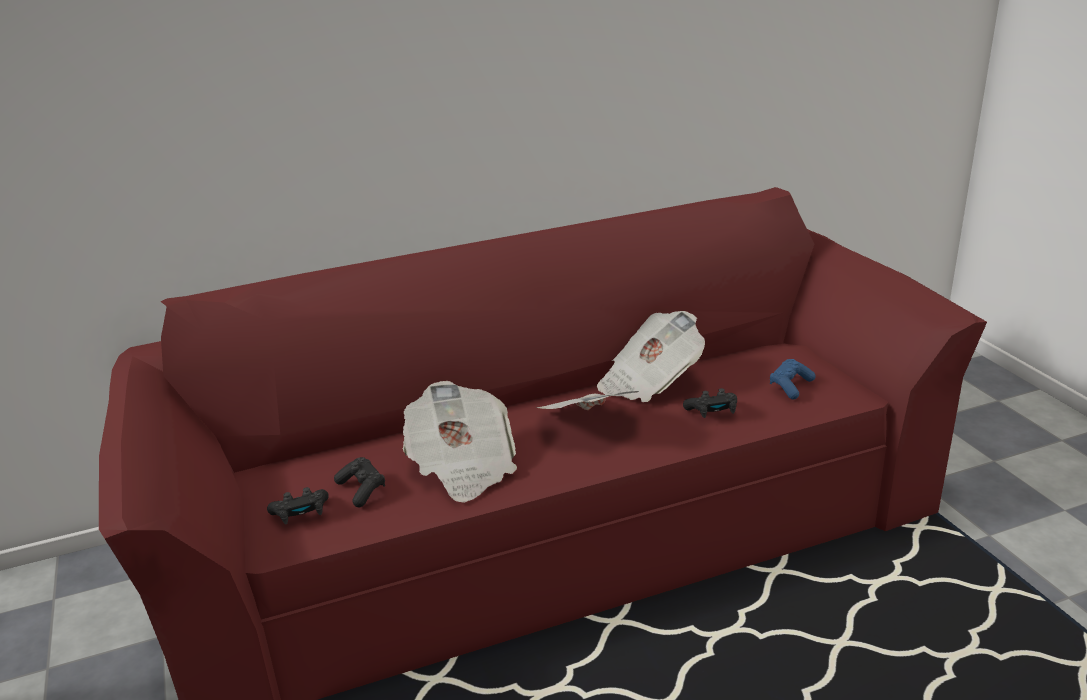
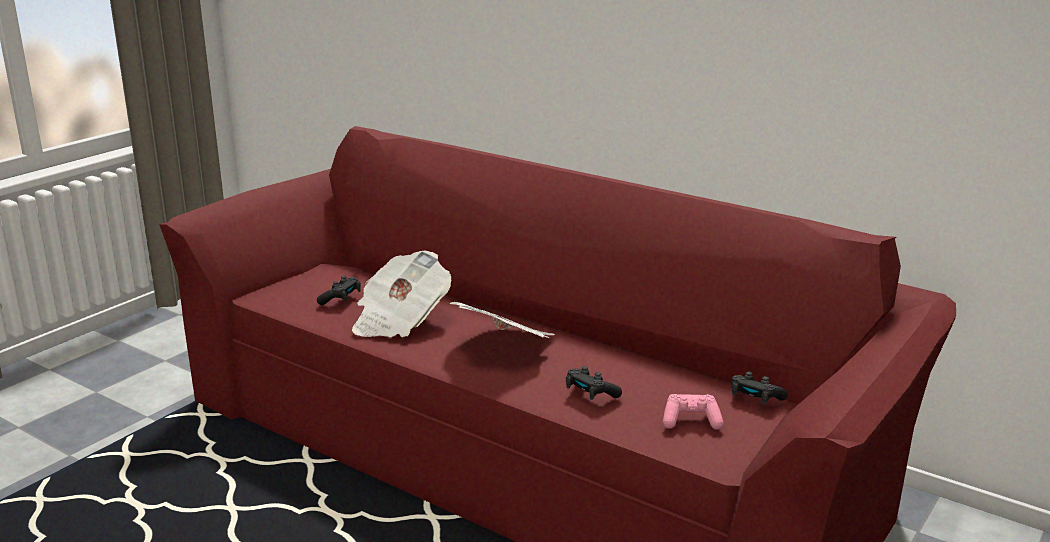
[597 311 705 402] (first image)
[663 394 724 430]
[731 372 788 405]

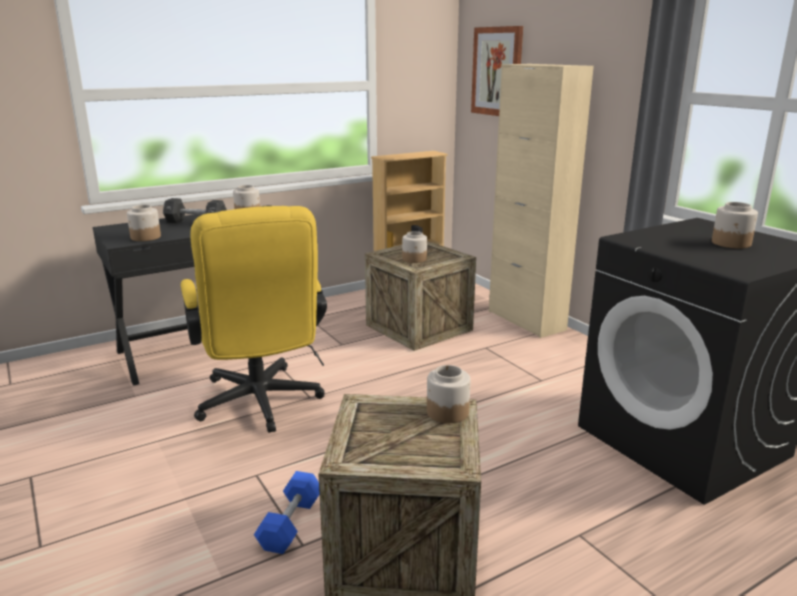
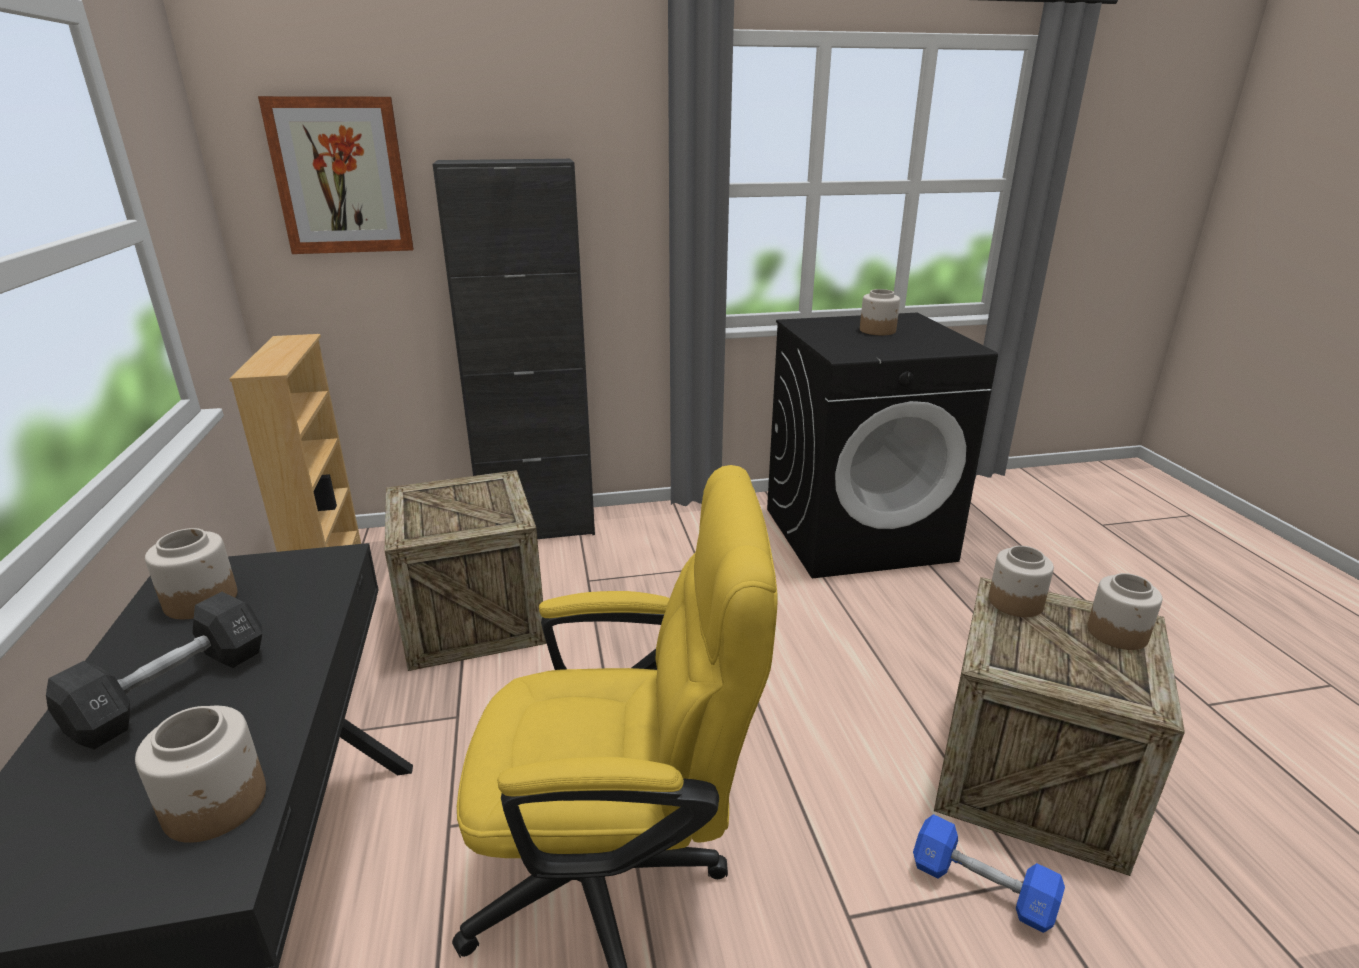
[433 158 595 539]
[1088 573 1162 650]

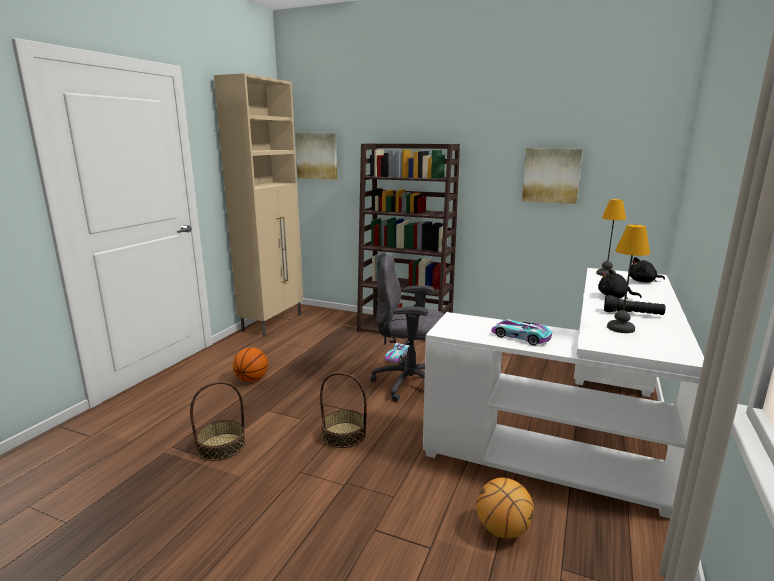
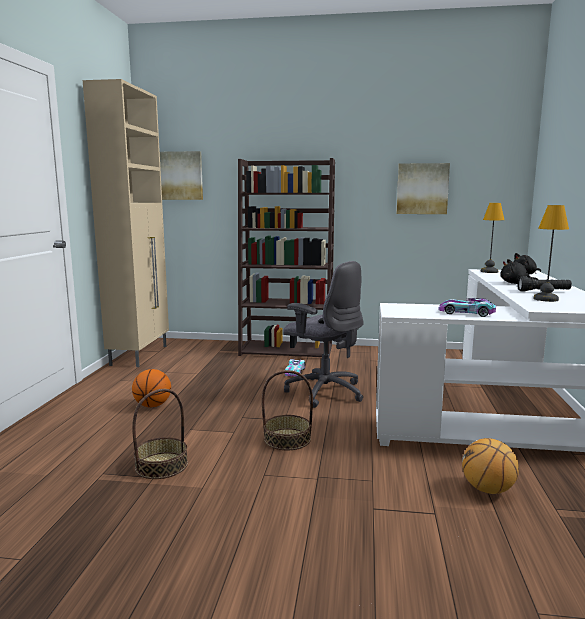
[283 261 364 408]

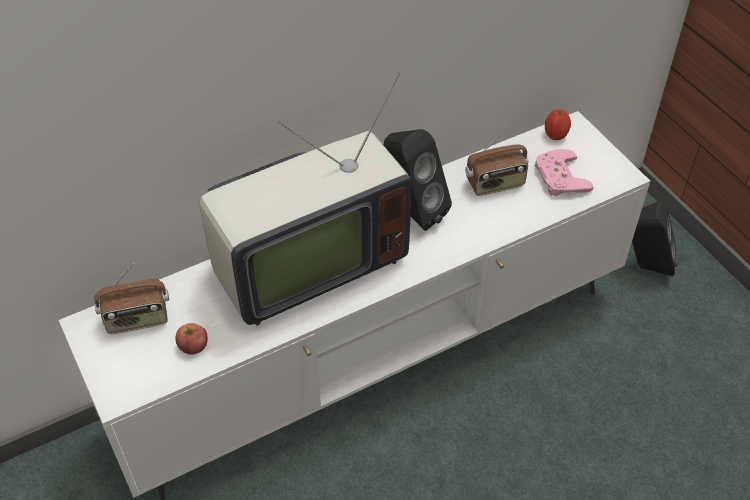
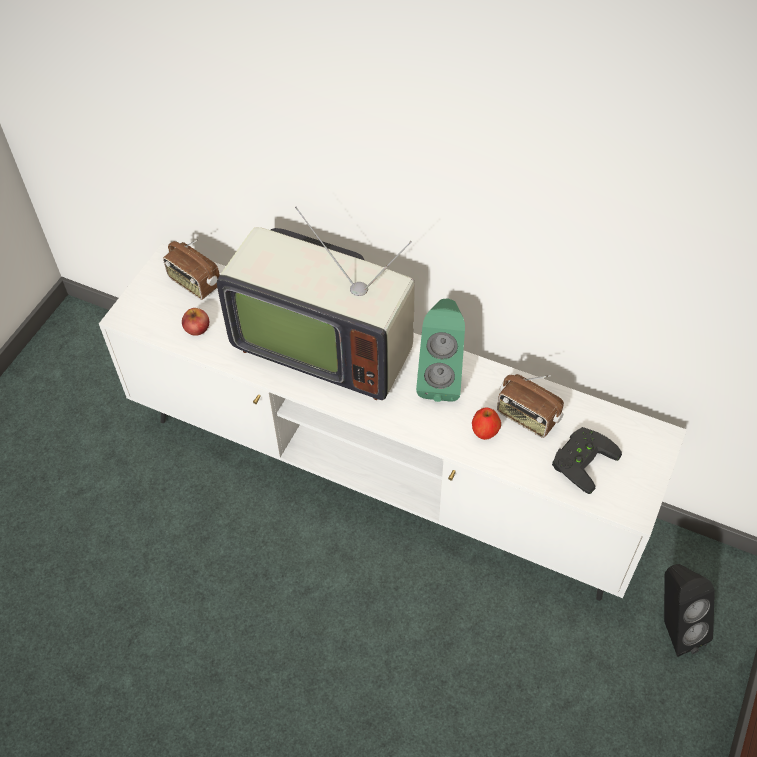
[472 407 501 440]
[416 298 465 402]
[552 427 622 494]

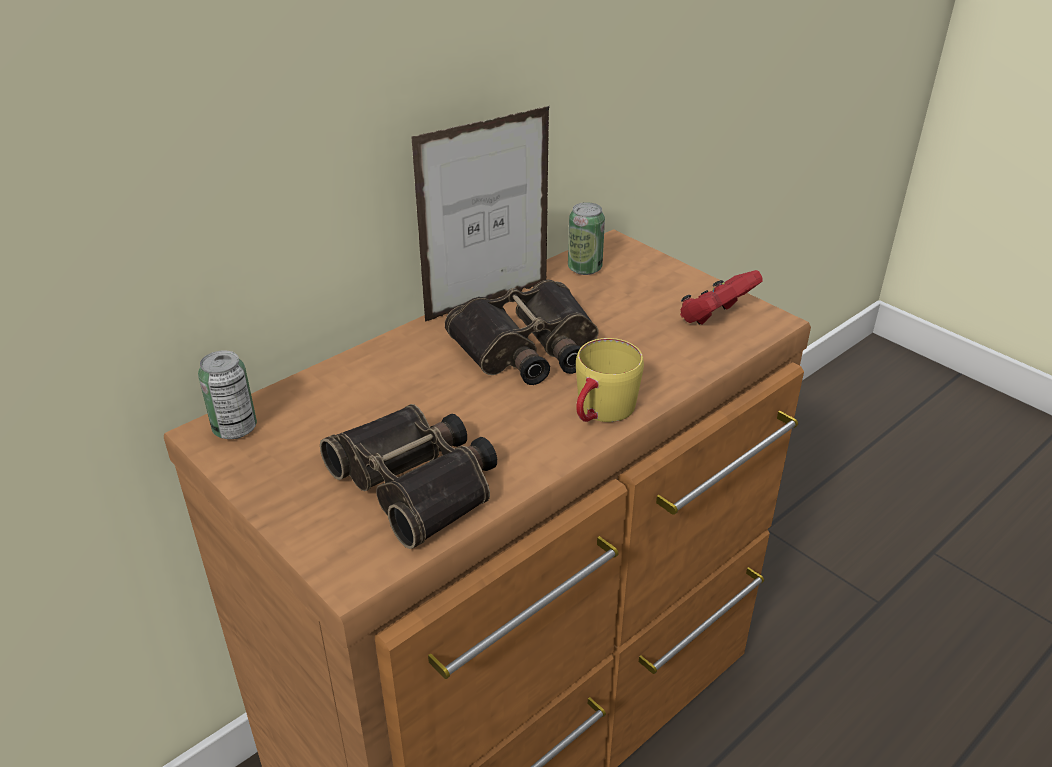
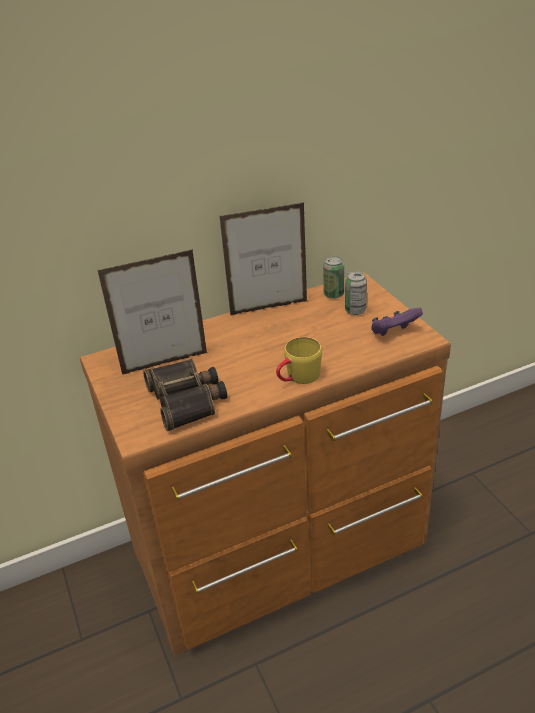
[371 308 423 336]
[445 280 599 385] (first image)
[345 271 367 315]
[97 249 208 375]

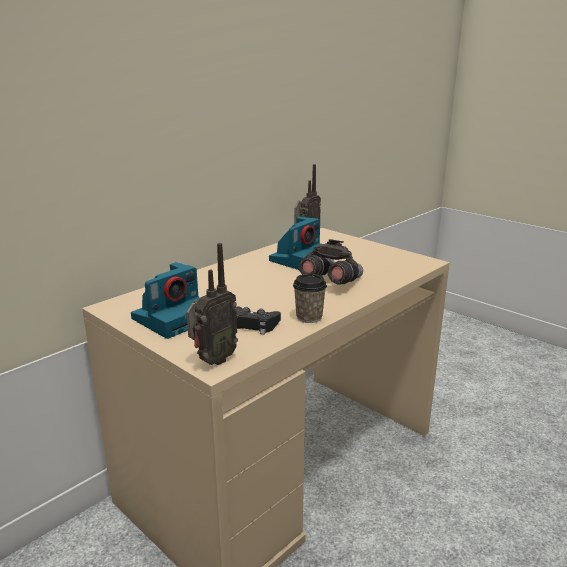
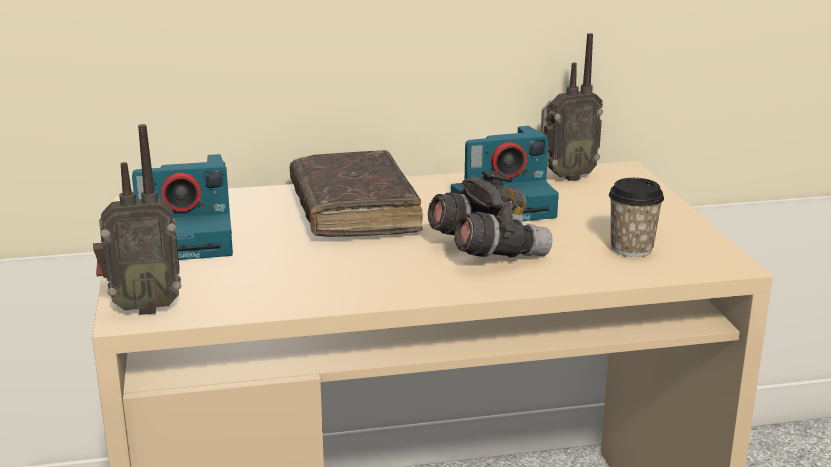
[609 178 664 257]
[235 306 281 335] (first image)
[290 150 423 237]

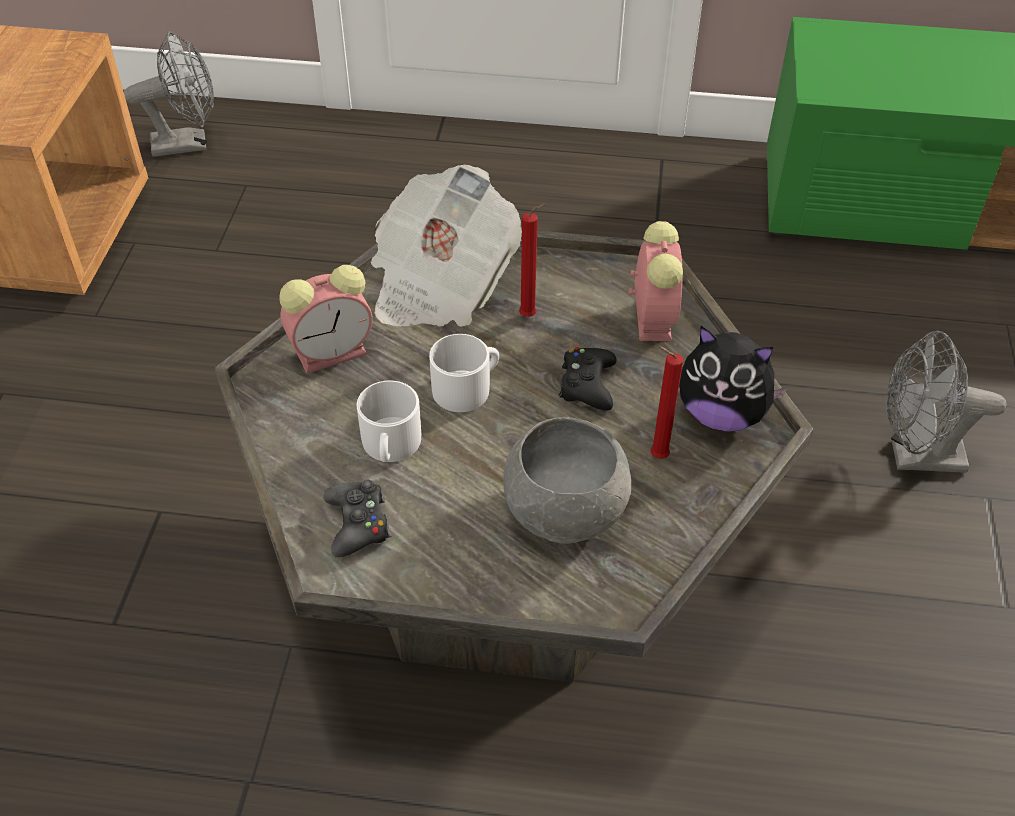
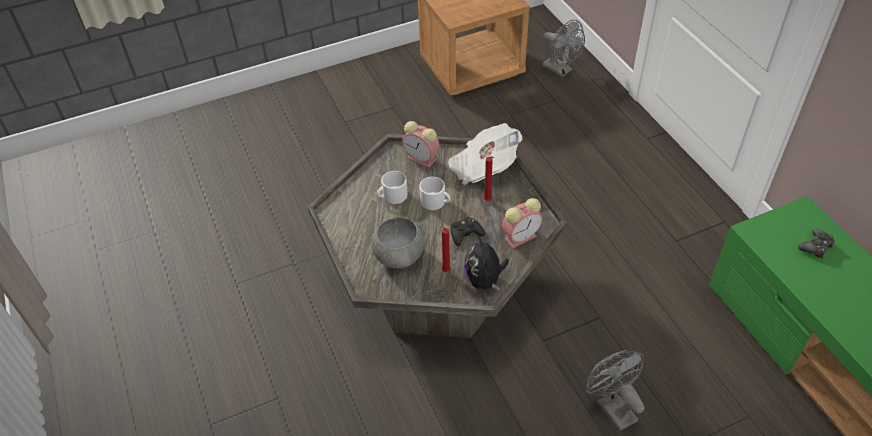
[798 229 835 258]

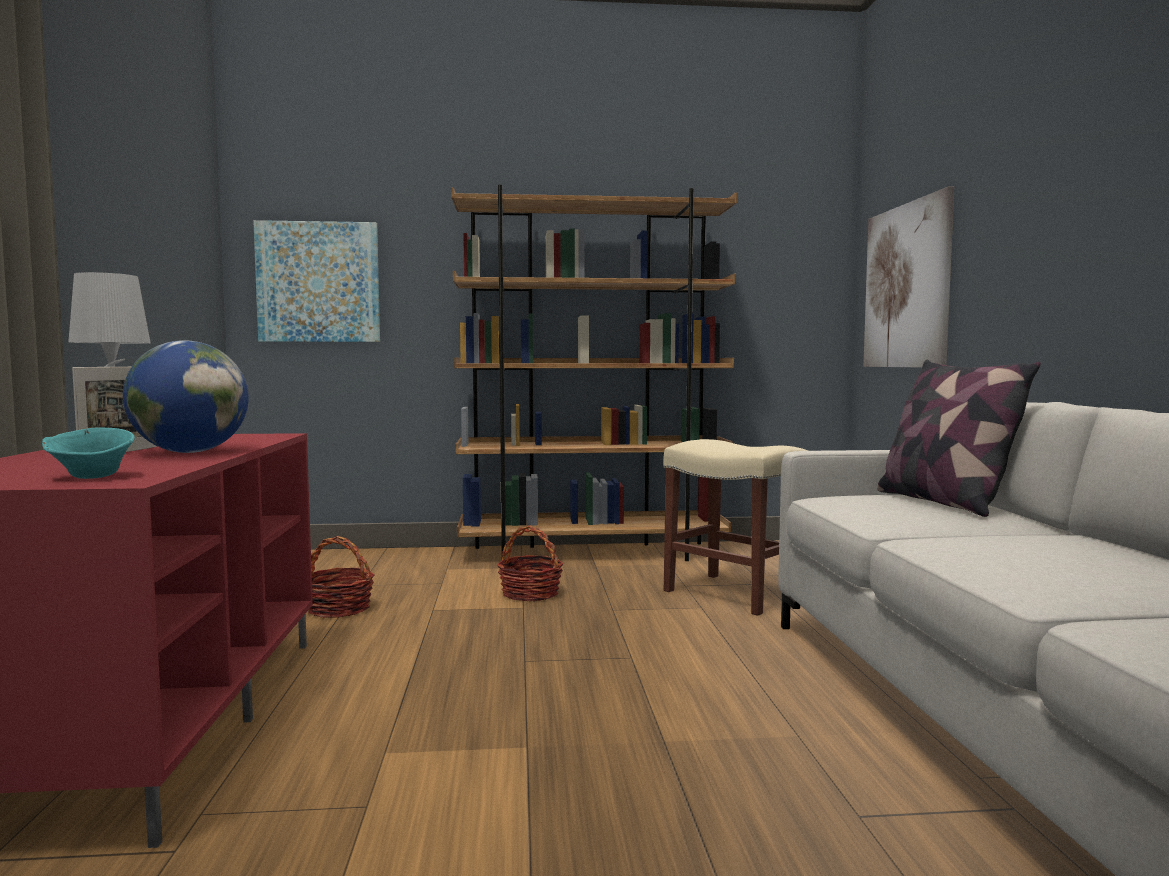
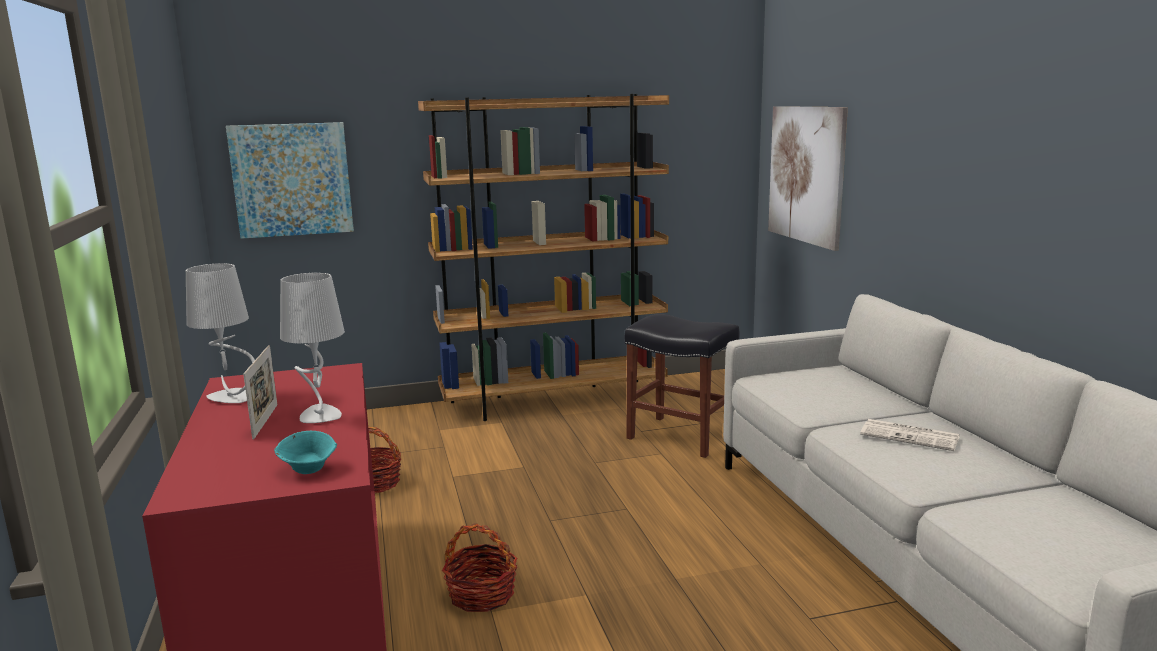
[280 273 345 423]
[877 360 1041 517] (first image)
[625 314 740 458]
[442 523 517 612]
[860 419 960 451]

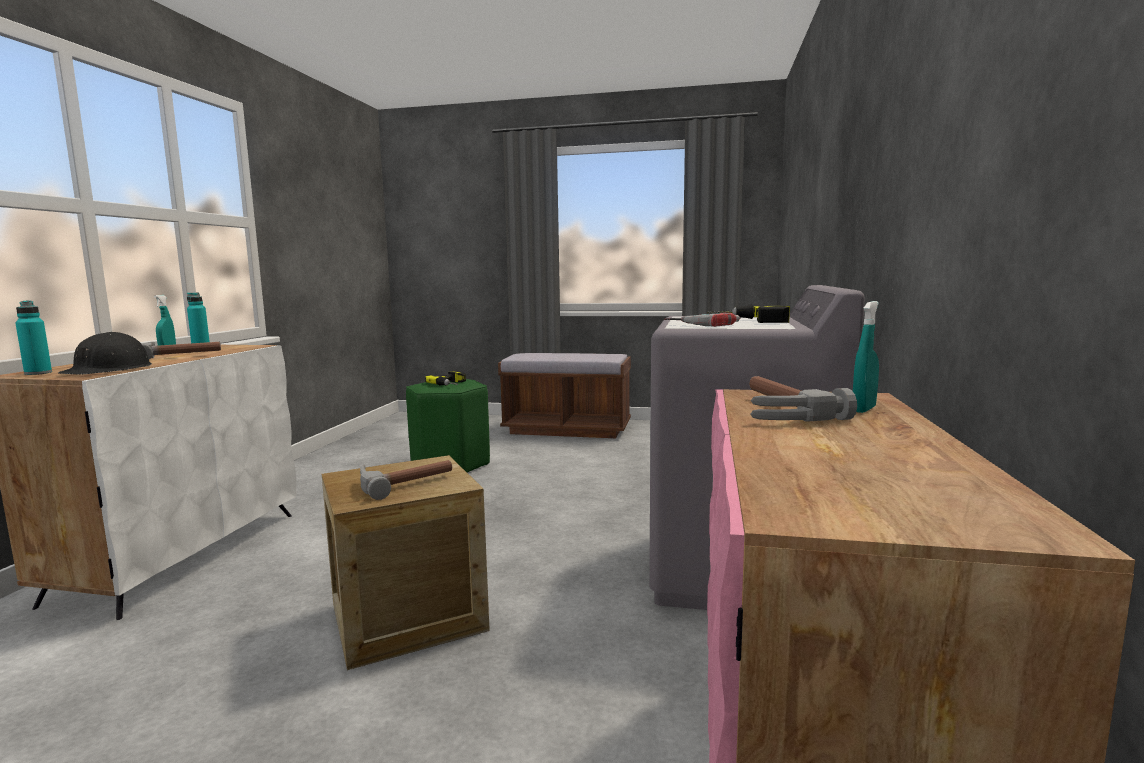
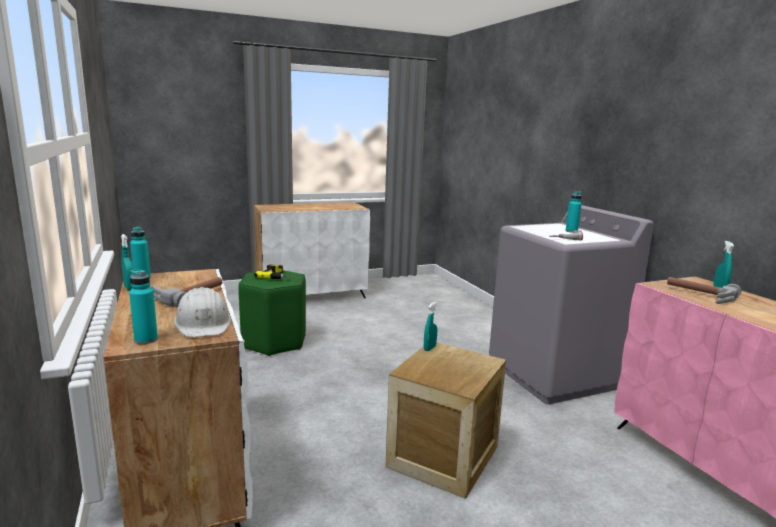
[565 192 581 233]
[174 287 231 337]
[254 202 370 298]
[360 460 452 500] (first image)
[424 301 437 351]

